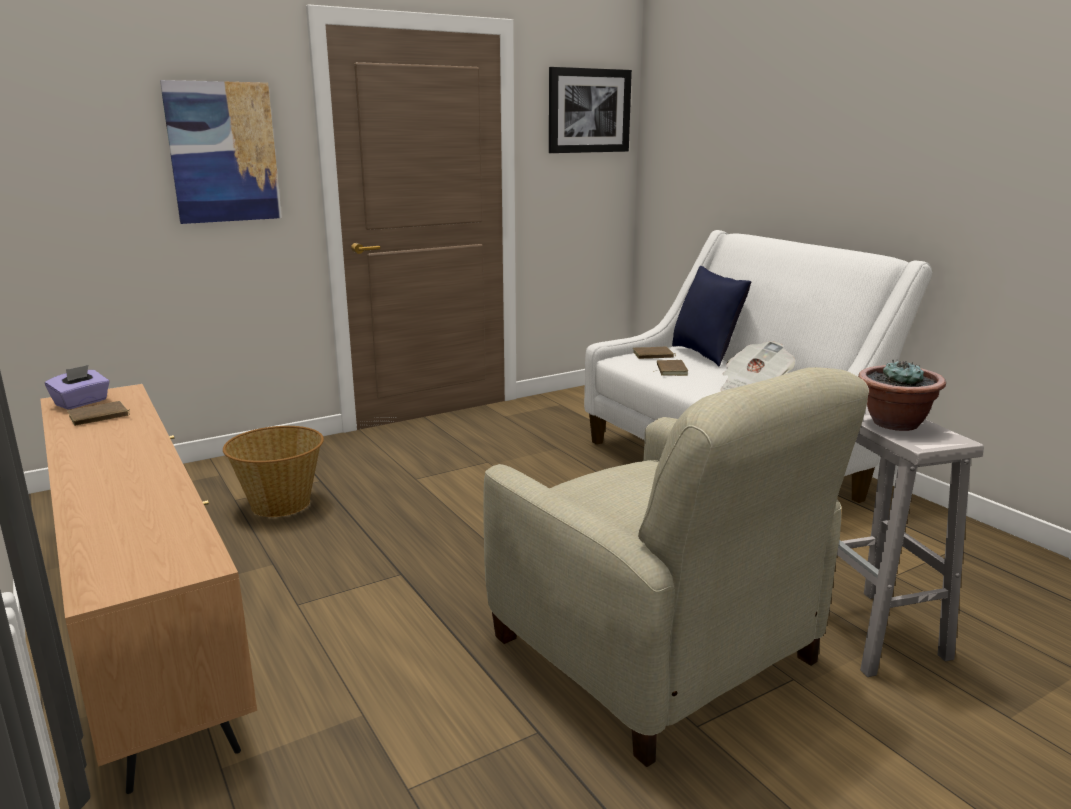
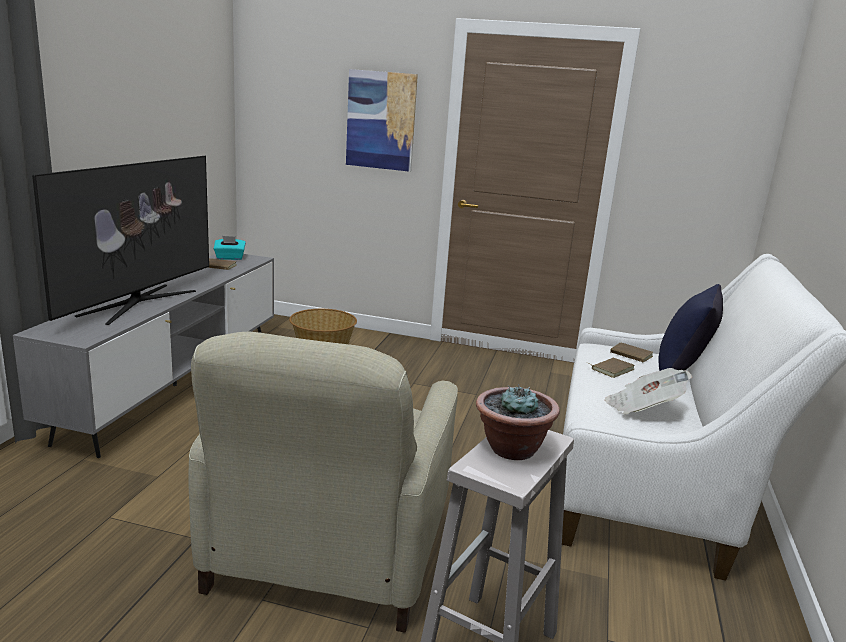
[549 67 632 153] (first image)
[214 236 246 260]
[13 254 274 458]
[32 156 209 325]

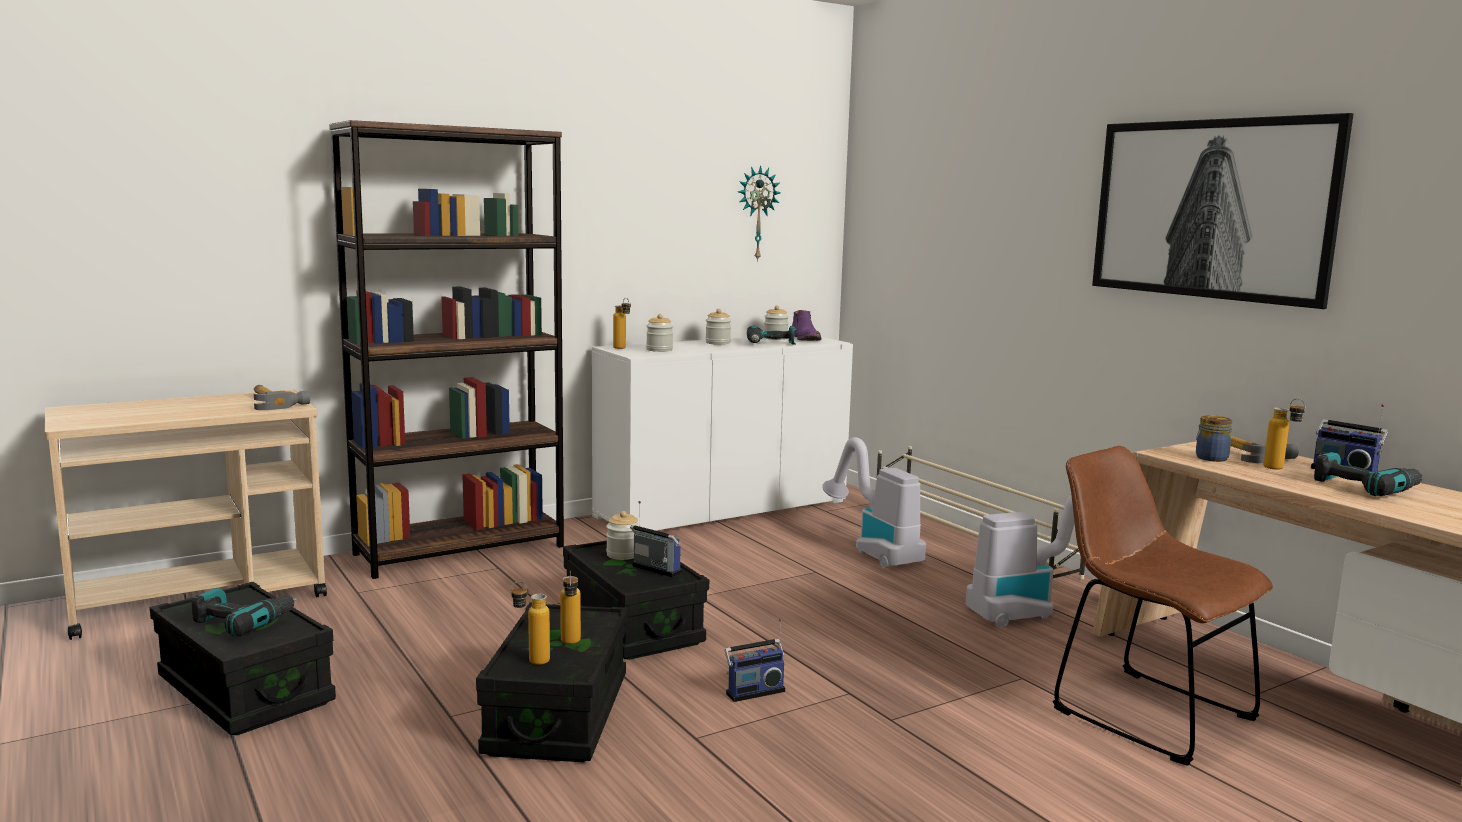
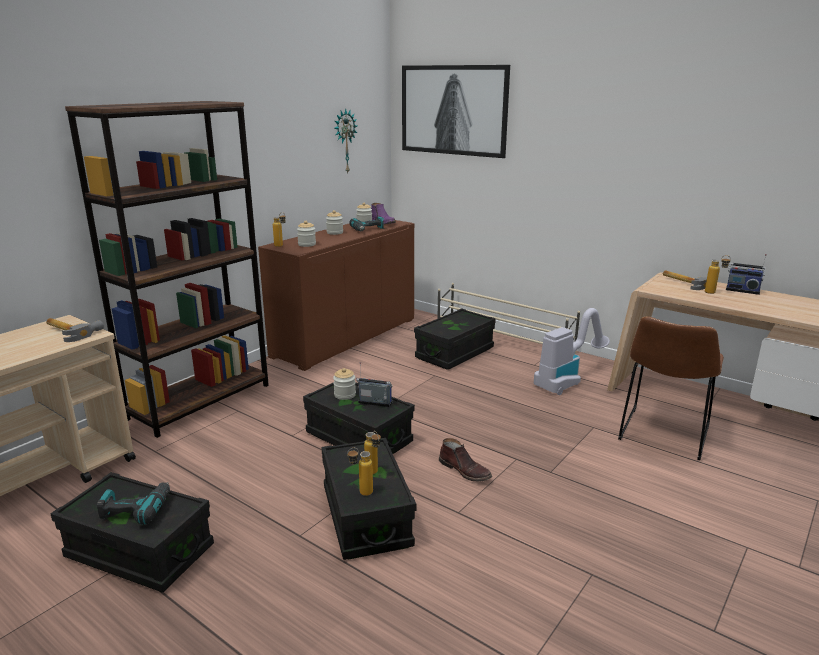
[402 65 510 158]
[258 220 414 371]
[1196 415 1232 462] (first image)
[414 308 496 370]
[618 316 724 460]
[1314 452 1422 496] (first image)
[439 438 492 482]

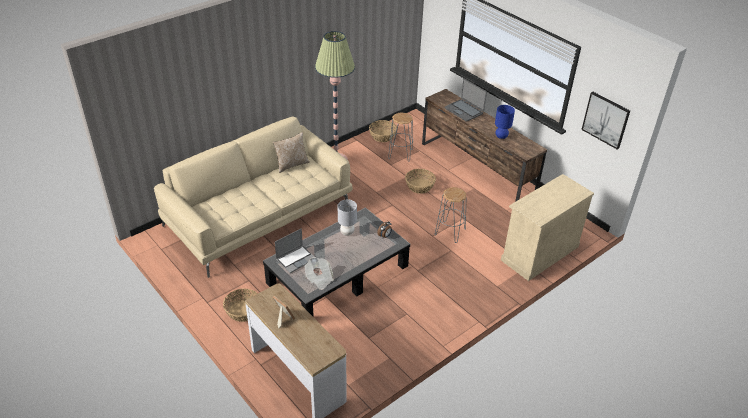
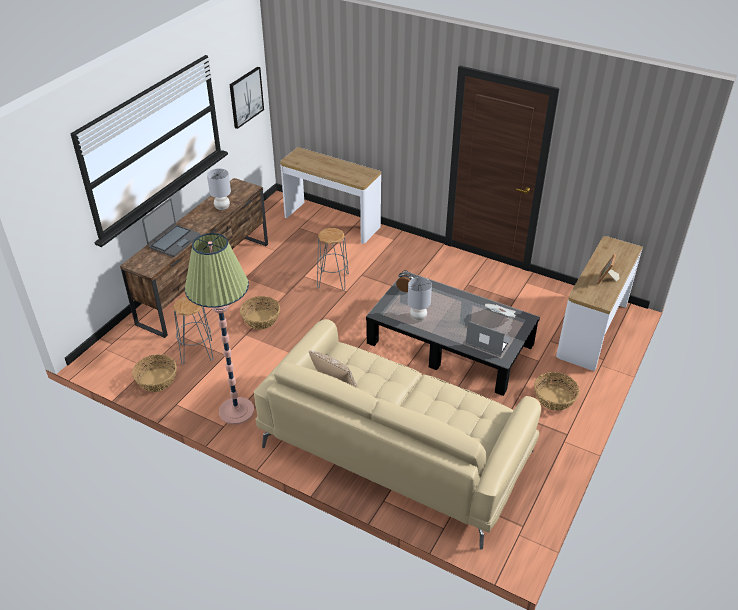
[207 168 231 210]
[280 147 381 244]

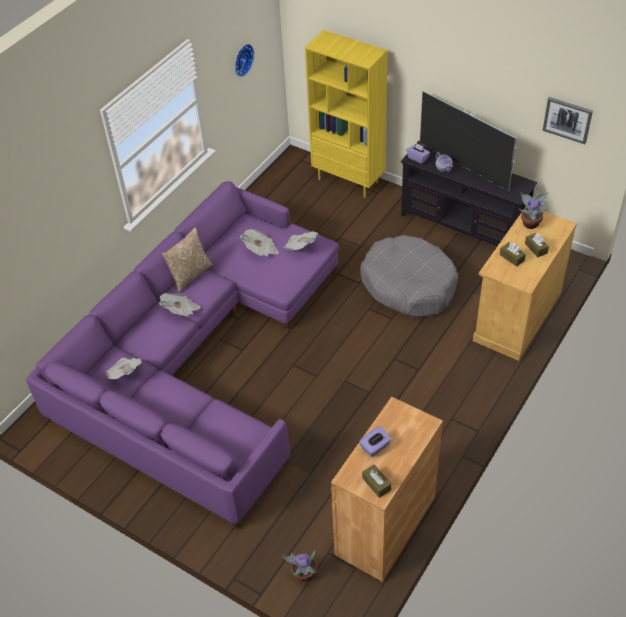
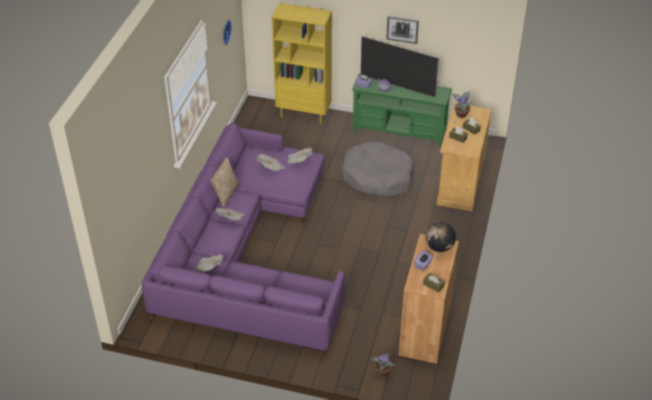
[386 15 419 44]
[352 74 452 146]
[425 222 456 252]

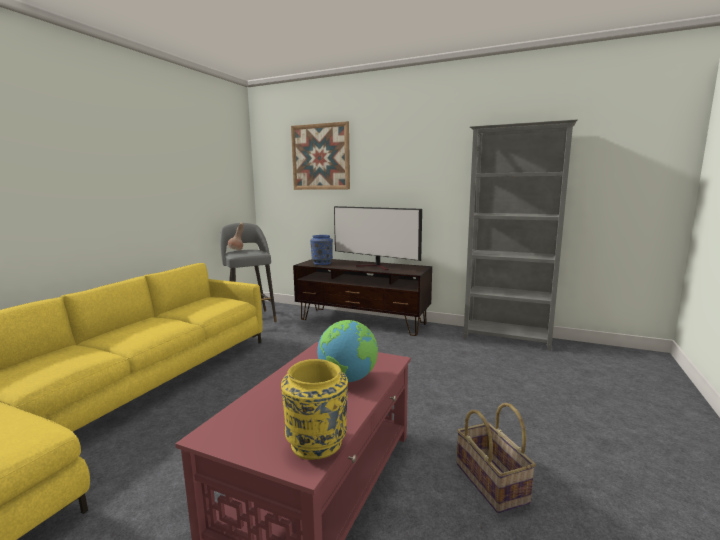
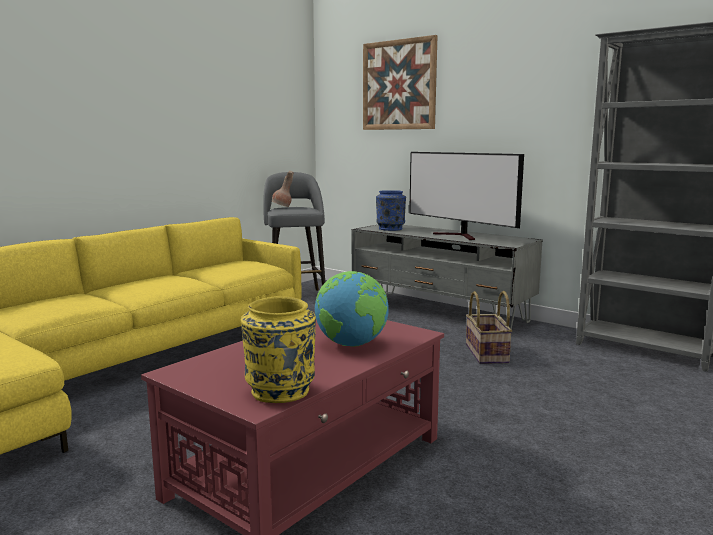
[352 225 543 329]
[466 291 512 364]

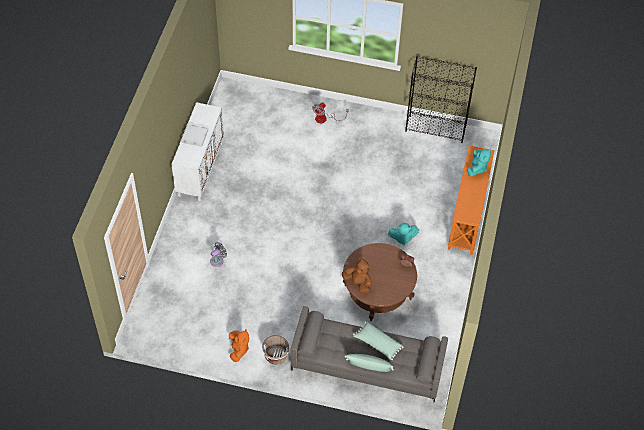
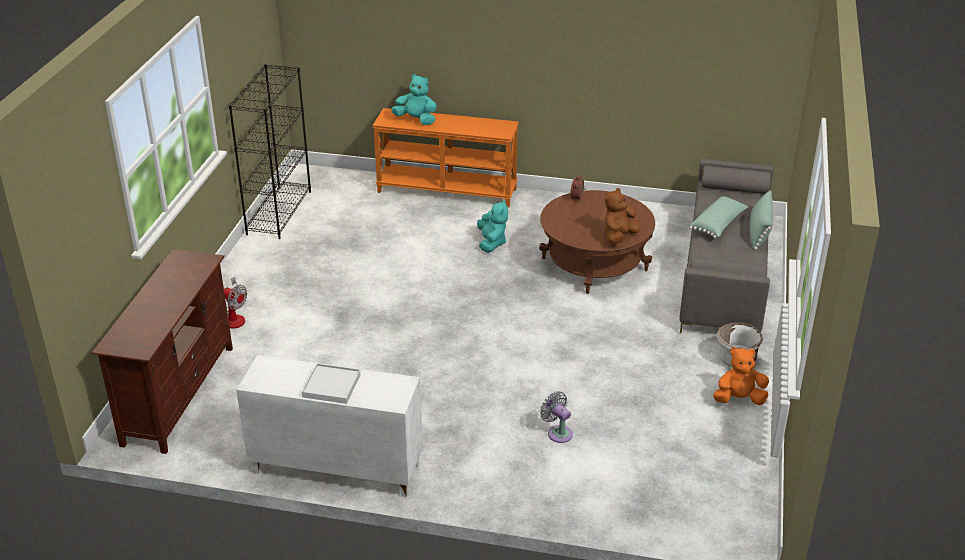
[91 249 233 454]

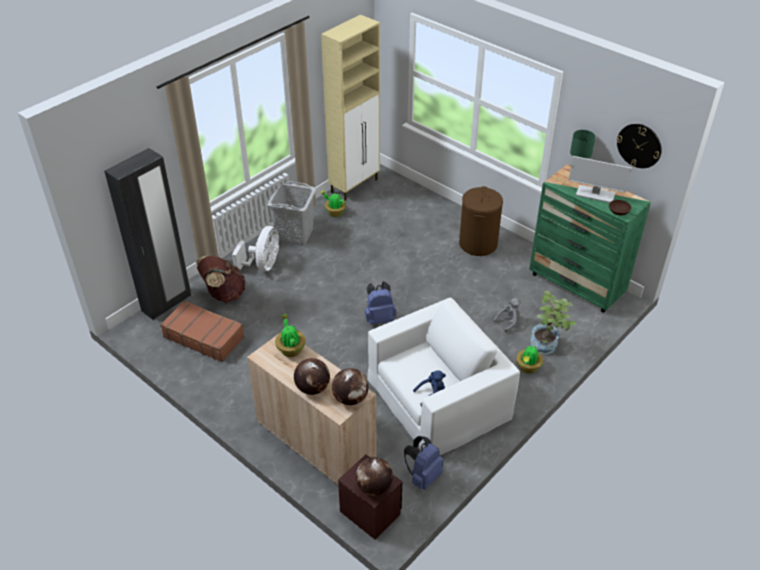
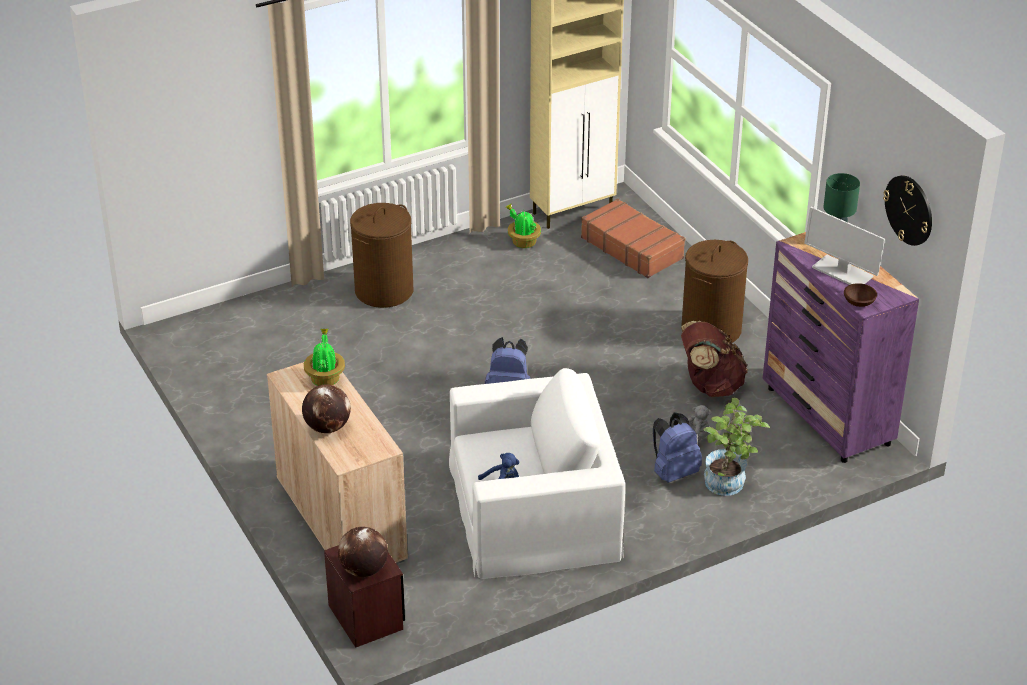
[104 148 191 320] (first image)
[763 232 919 463]
[267 181 317 246] (first image)
[350 203 413 308]
[681 321 748 397]
[581 198 685 278]
[516 344 543 374] (first image)
[332 368 369 405] (first image)
[653 412 702 483]

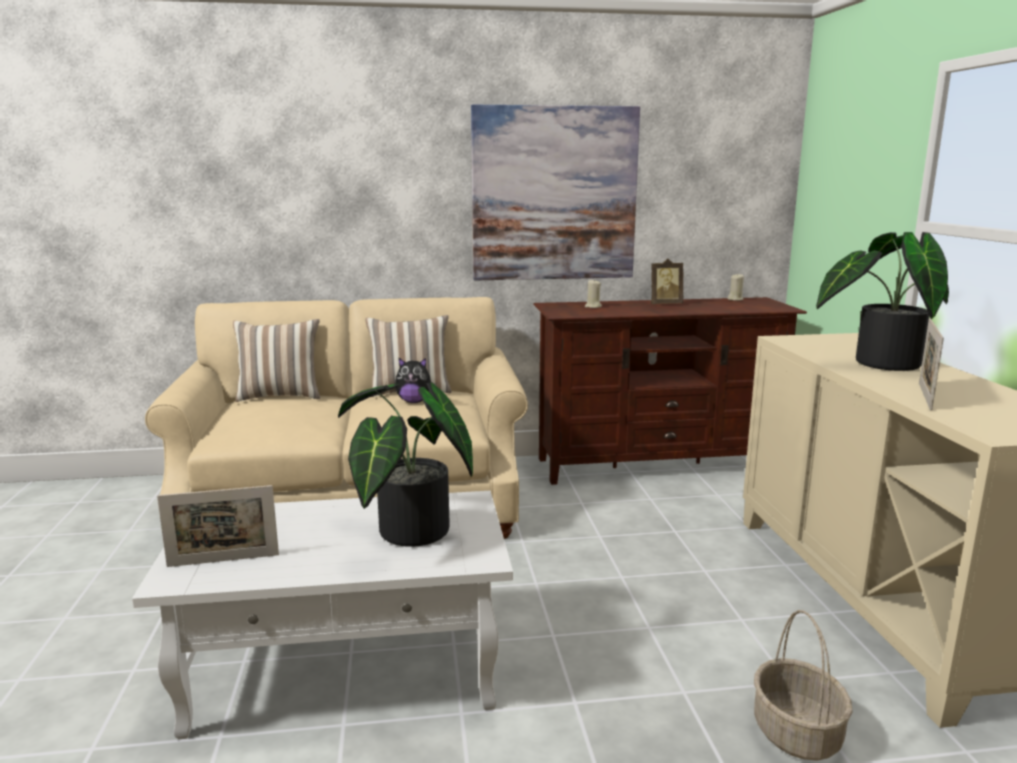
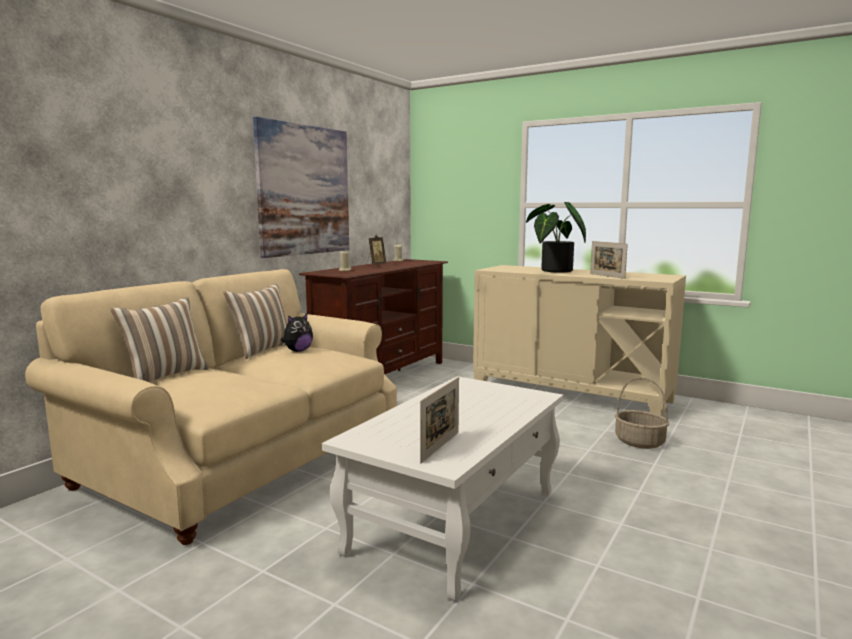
[338 382 473 547] (first image)

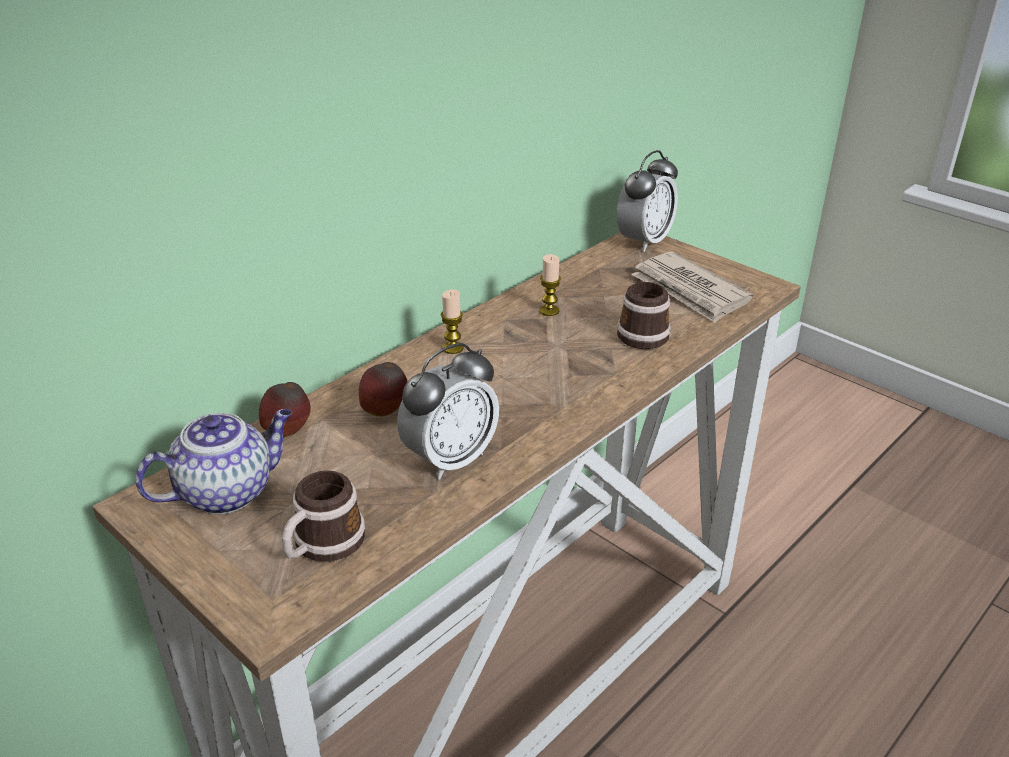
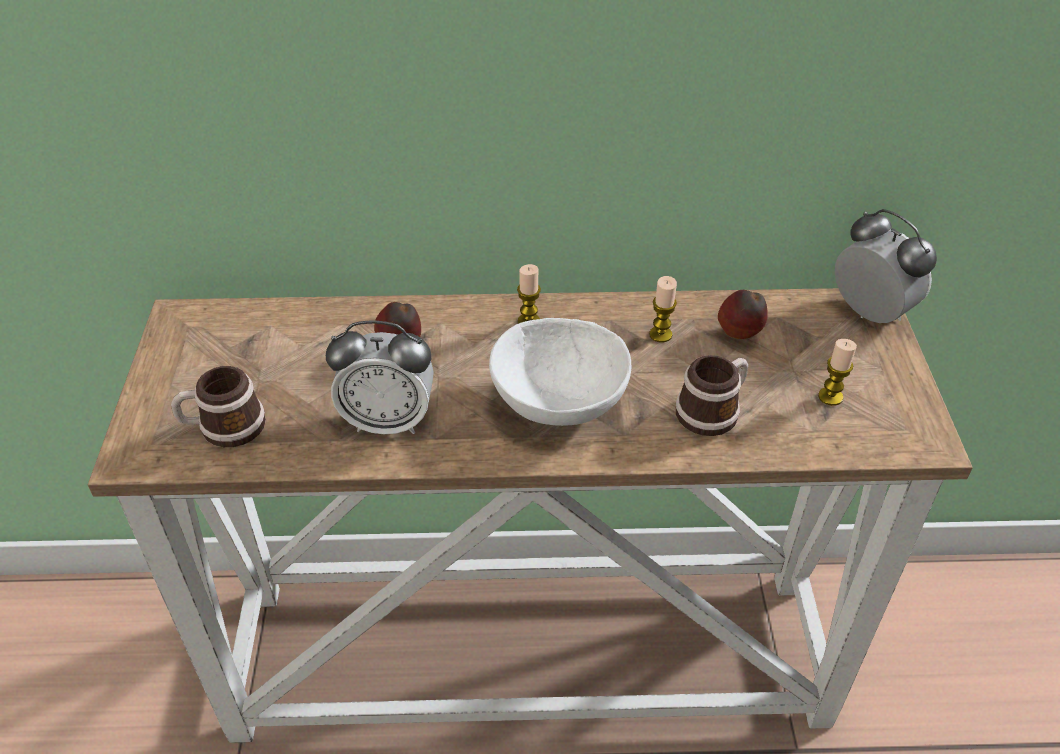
[835 209 937 323]
[818 339 857 406]
[718 290 768 339]
[135 409 292 514] (first image)
[489 318 632 426]

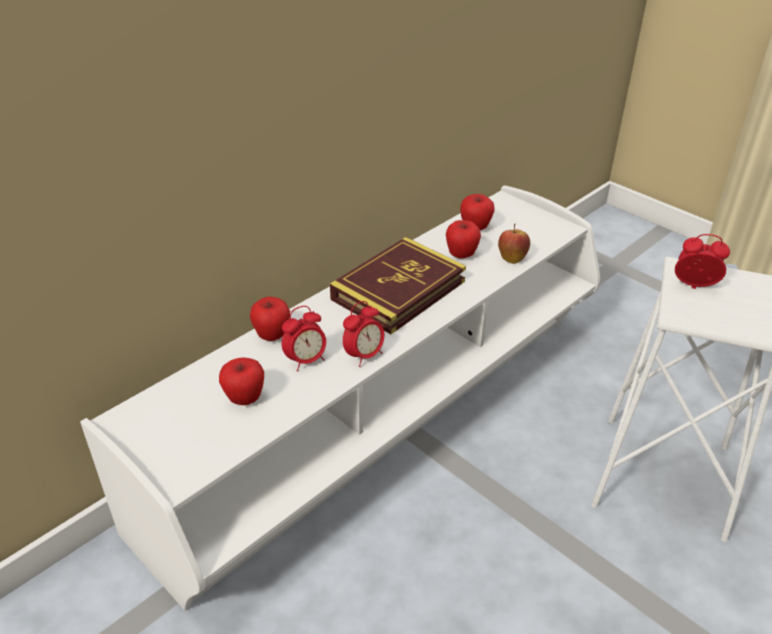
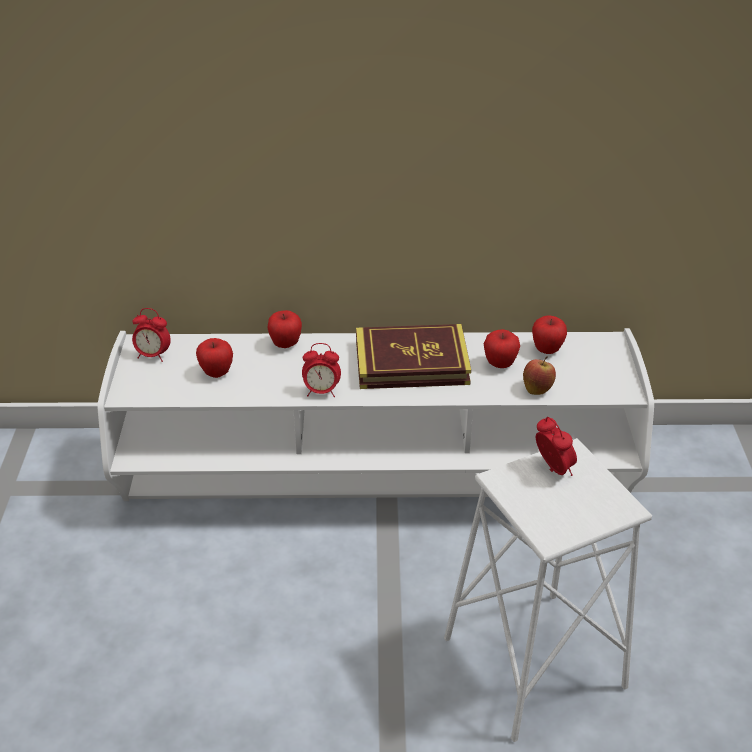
[132 308 171 362]

